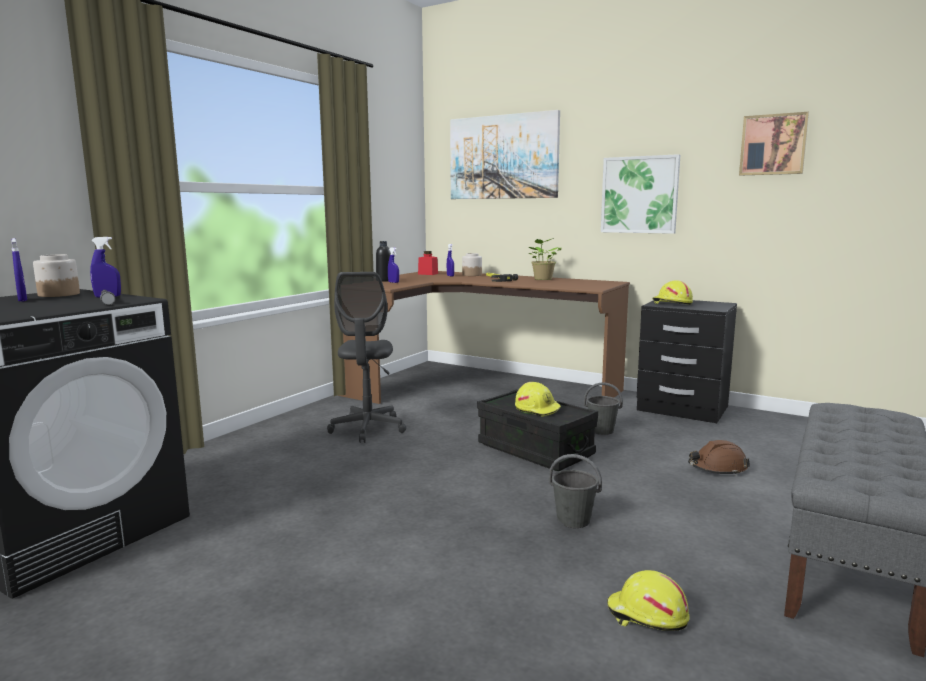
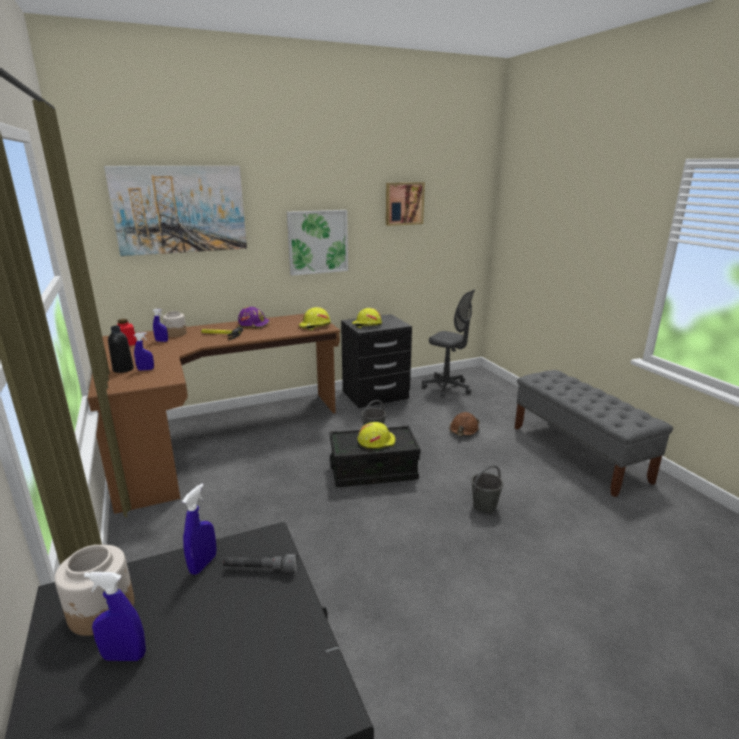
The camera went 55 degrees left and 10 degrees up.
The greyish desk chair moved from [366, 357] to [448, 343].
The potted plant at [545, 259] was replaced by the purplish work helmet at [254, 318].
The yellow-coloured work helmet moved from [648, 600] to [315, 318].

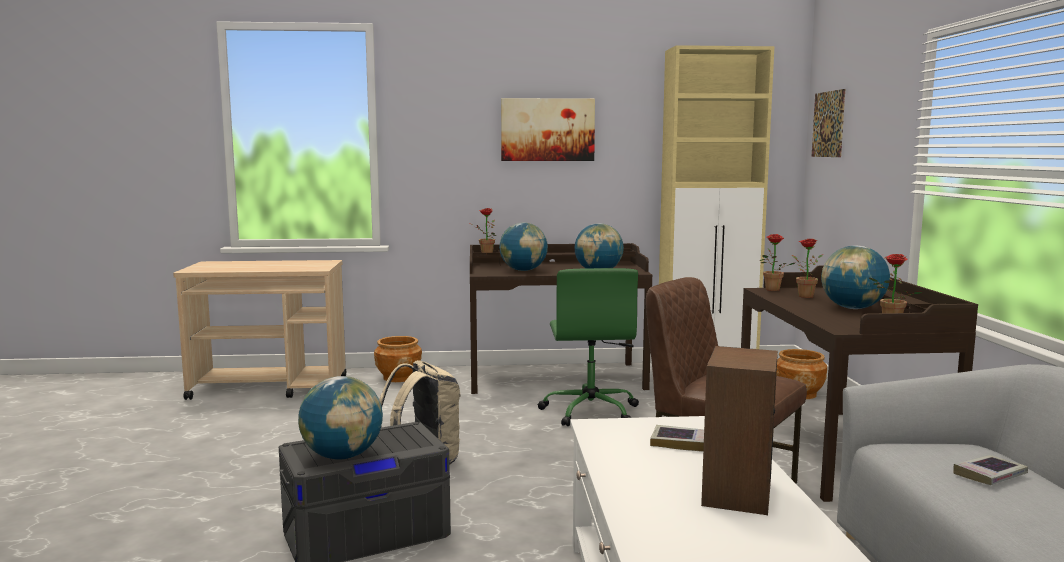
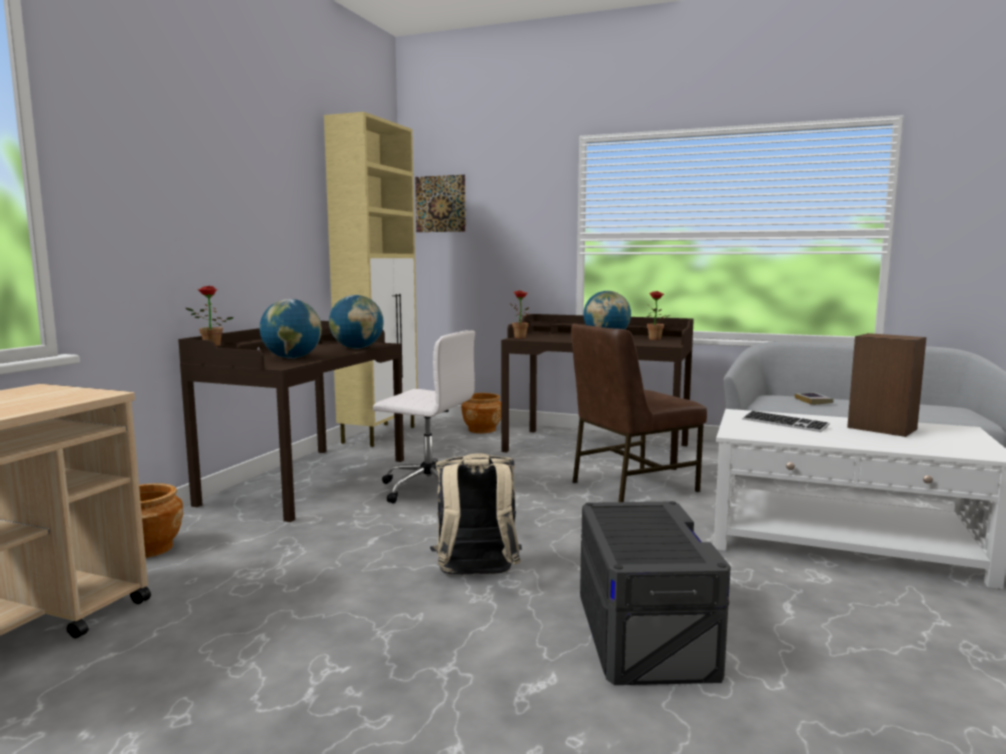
The camera went 65 degrees left and 0 degrees up.
The desk globe at [340, 418] disappeared.
The picture at [548, 129] disappeared.
The green desk chair at [588, 347] became the white-coloured desk chair at [424, 416].
The volume at [677, 438] was replaced by the computer keyboard at [786, 421].
The potted plant at [807, 268] disappeared.

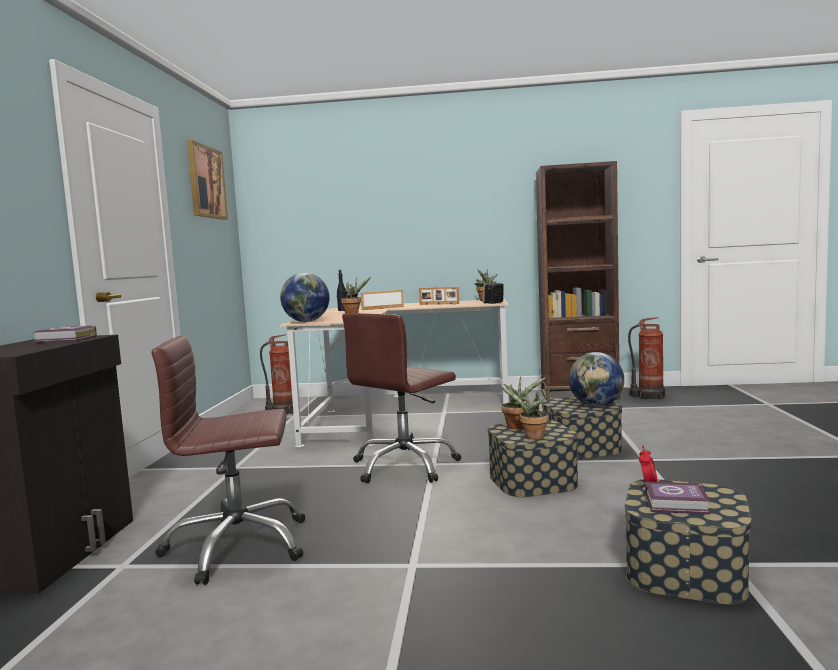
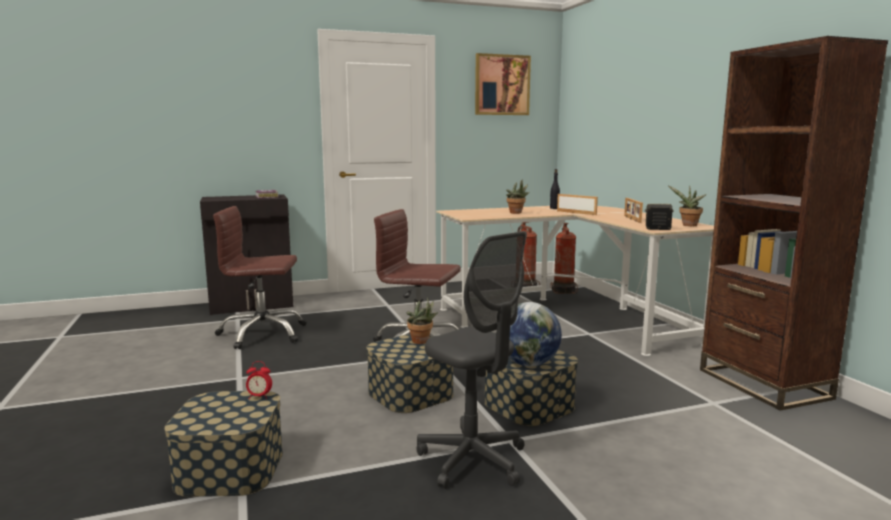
The camera went 65 degrees right and 5 degrees up.
The brown desk chair at [228, 460] turned 60 degrees counterclockwise.
The desk globe at [305, 297] disappeared.
The potted plant at [524, 413] disappeared.
The fire-fighting cylinder moved from [646, 358] to [564, 258].
The volume at [678, 498] disappeared.
The greyish desk chair at [471, 360] appeared.

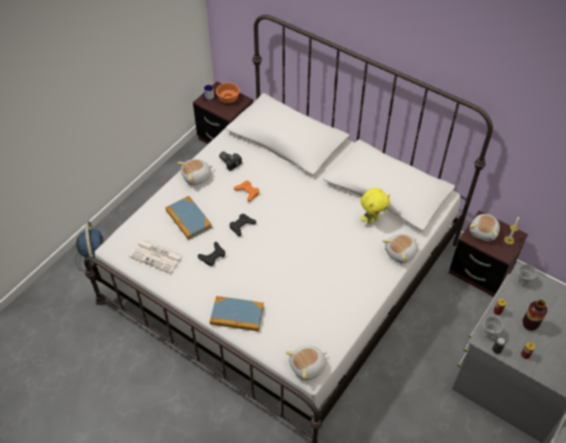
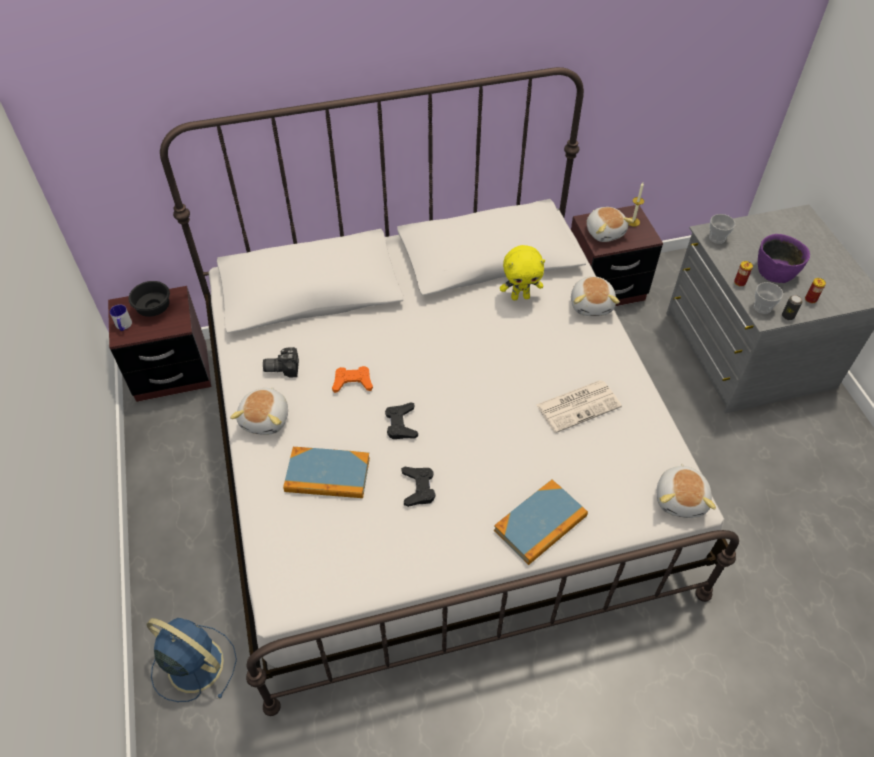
The camera went 50 degrees left and 0 degrees up.
The newspaper moved from [156, 257] to [579, 406].
The orangey bowl at [228, 93] became the black-coloured bowl at [149, 299].
The yellow-coloured plush toy at [375, 206] turned 75 degrees clockwise.
The decorative vase at [535, 315] was replaced by the purplish bowl at [784, 258].

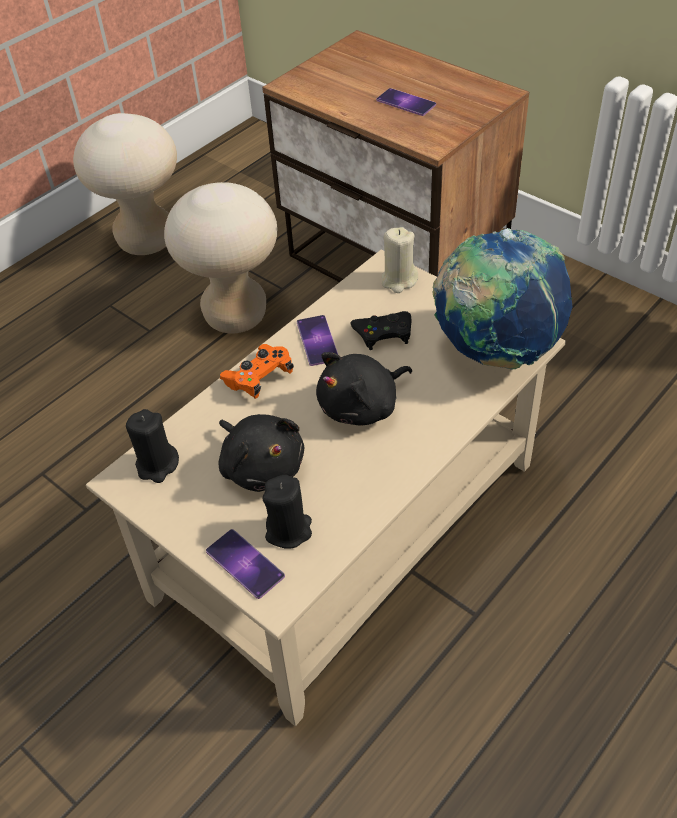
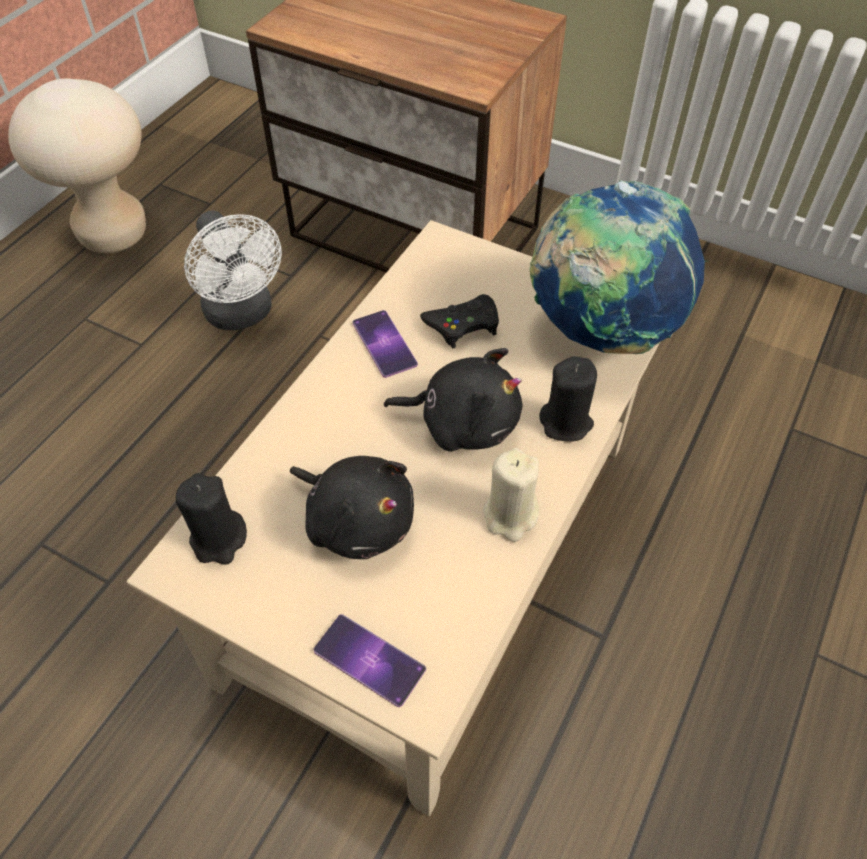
The camera went 15 degrees left and 5 degrees up.
The sand-coloured stool seat at [220, 258] was replaced by the white-coloured fan at [233, 270].
The orangey gamepad at [257, 371] disappeared.
The black-coloured wax candle moved from [287, 512] to [568, 399].
The black-coloured plush toy at [364, 388] turned 120 degrees counterclockwise.
The handset at [406, 102] disappeared.
The sand-coloured wax candle moved from [400, 260] to [511, 495].

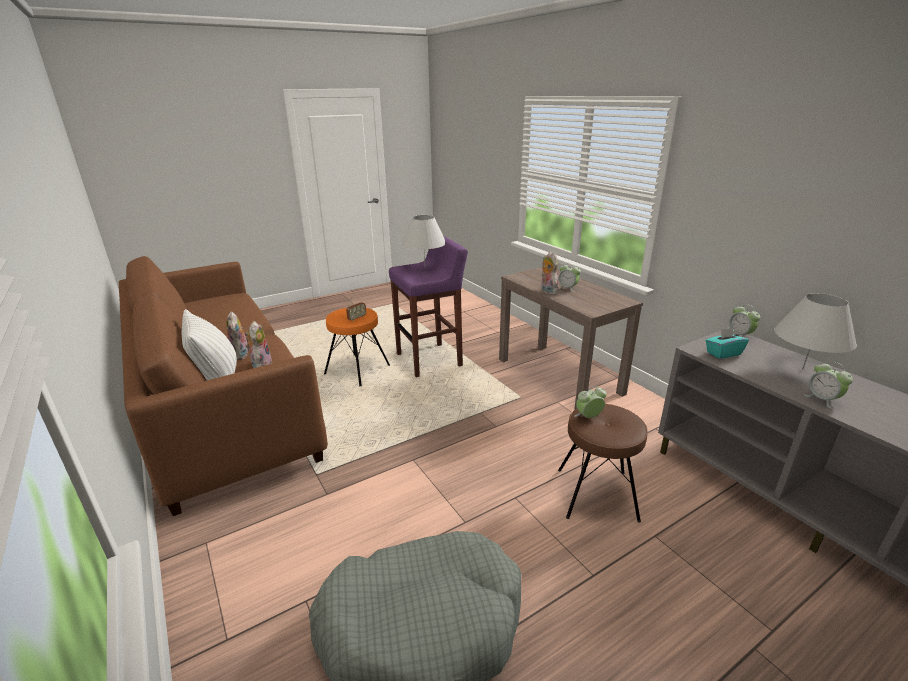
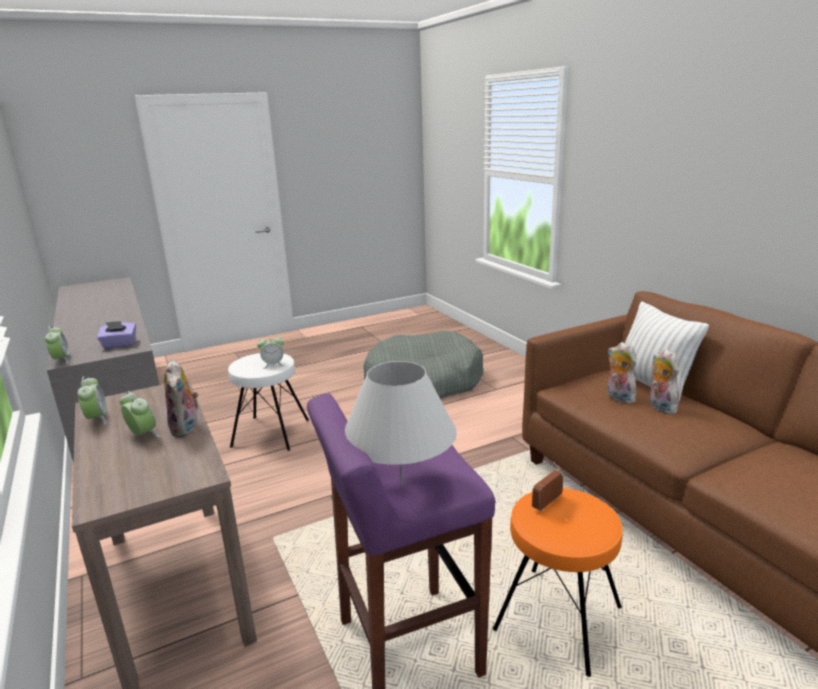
The camera went 175 degrees left and 5 degrees down.
The plush toy at [259, 344] turned 150 degrees clockwise.
The brown stool seat at [603, 463] became the white-coloured stool seat at [268, 402].
The turquoise box of tissues at [727, 343] became the purplish box of tissues at [116, 335].
The white-coloured table lamp at [815, 331] disappeared.
The table clock moved from [828, 385] to [93, 400].

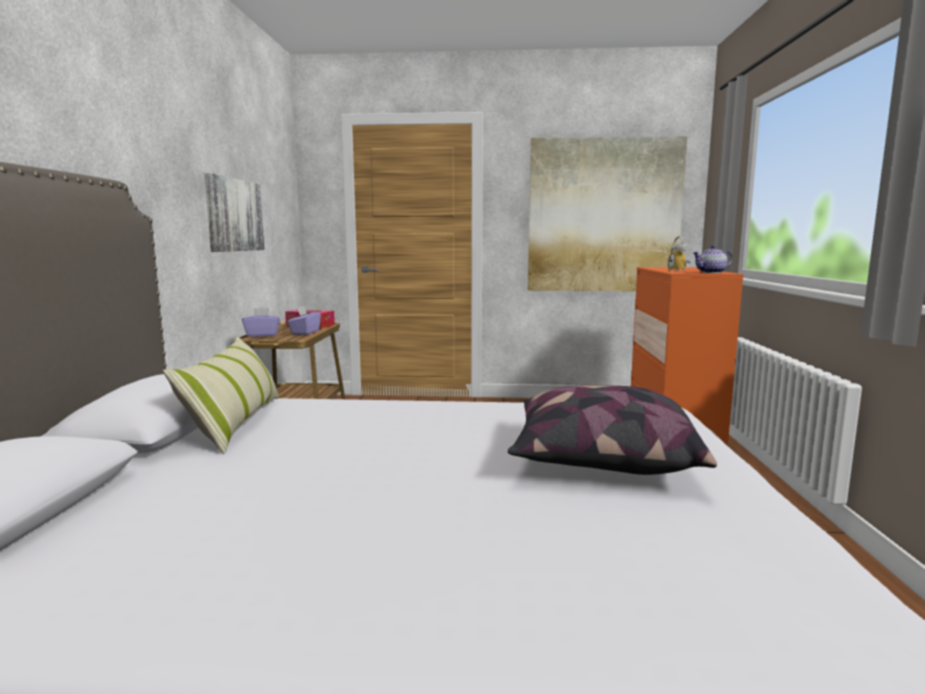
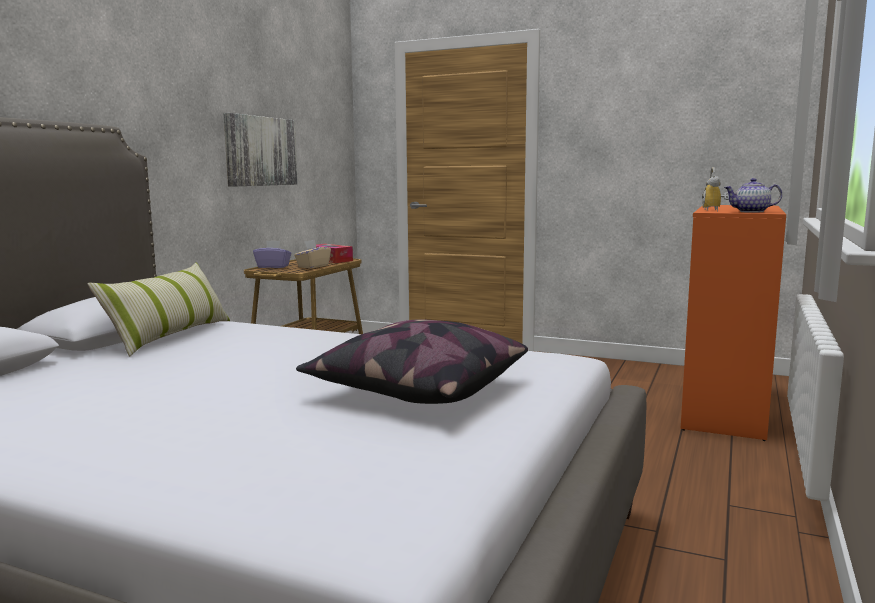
The camera went 20 degrees right and 0 degrees up.
The purplish box of tissues at [304, 320] became the sand-coloured box of tissues at [312, 254].
The picture at [607, 213] disappeared.

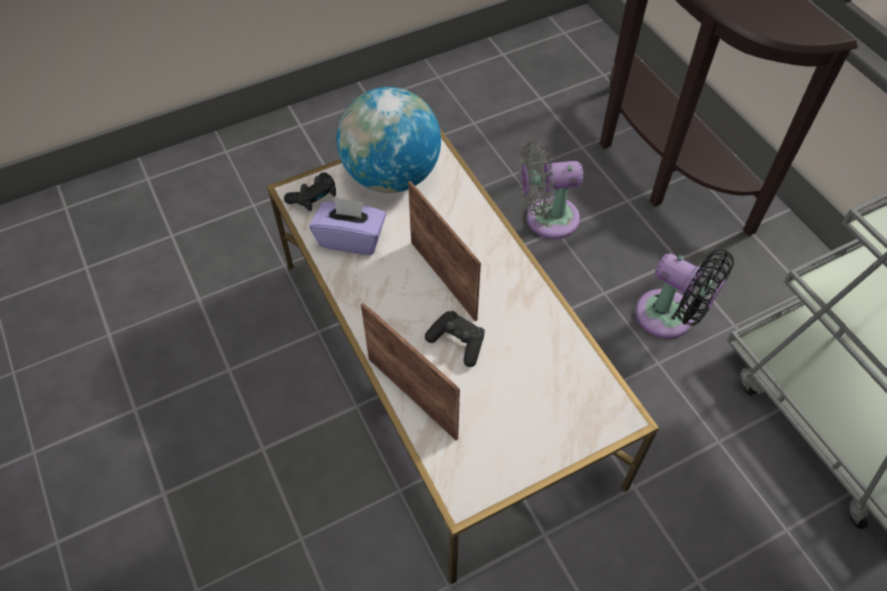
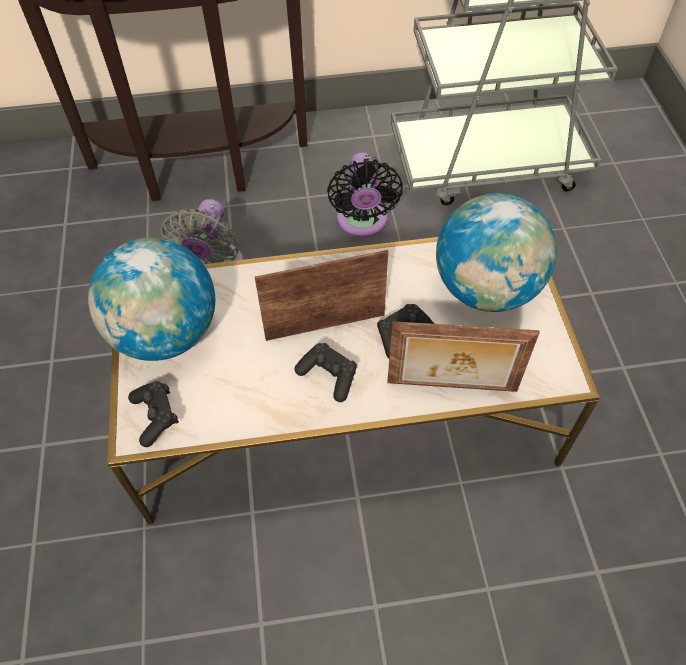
The camera went 70 degrees left and 0 degrees up.
The purplish box of tissues at [348, 226] disappeared.
The picture frame at [410, 372] turned 150 degrees counterclockwise.
The black-coloured fan at [685, 294] turned 120 degrees clockwise.
The black-coloured gamepad at [326, 372] appeared.
The desk globe at [496, 252] appeared.

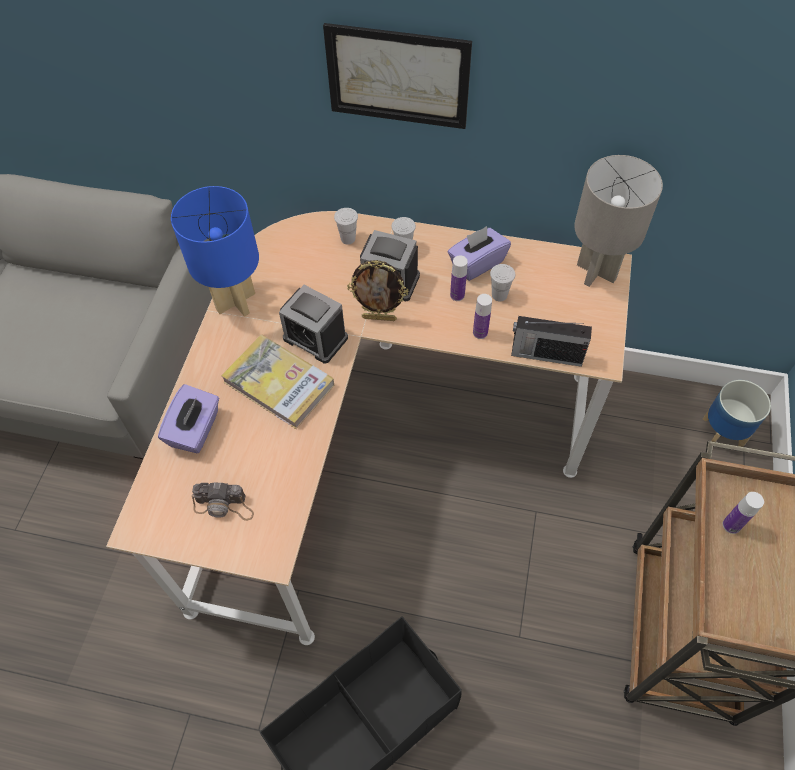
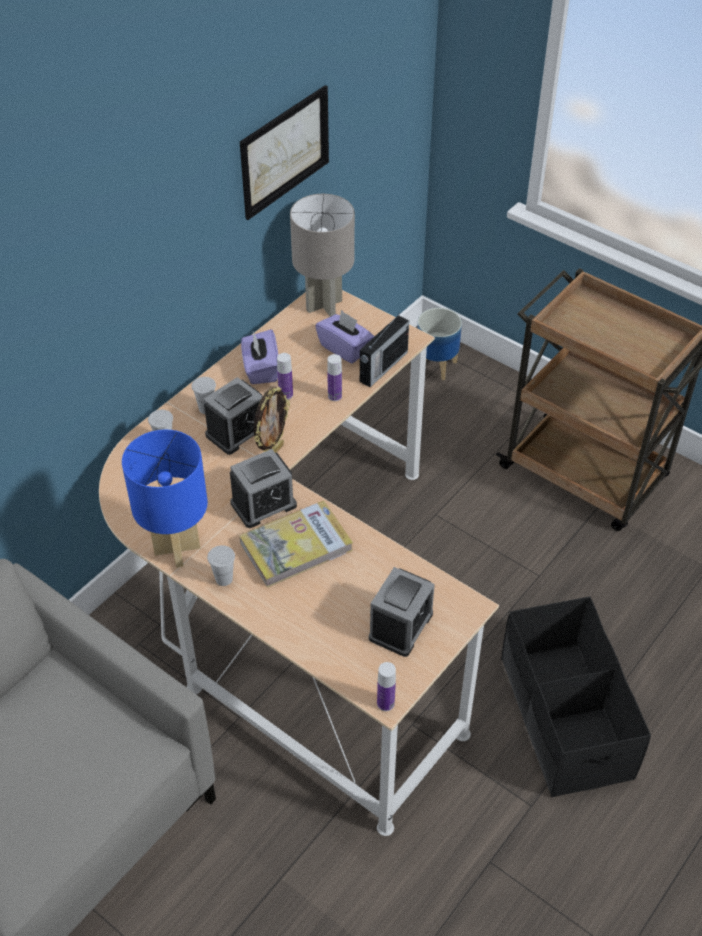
The camera went 65 degrees left and 10 degrees down.
The purplish box of tissues moved from [188, 418] to [345, 337].
The photo camera at [223, 501] was replaced by the table clock at [402, 612].
The picture moved from [397, 76] to [284, 152].
The white-coloured cup moved from [502, 282] to [221, 565].
The drink bottle moved from [743, 513] to [386, 686].

